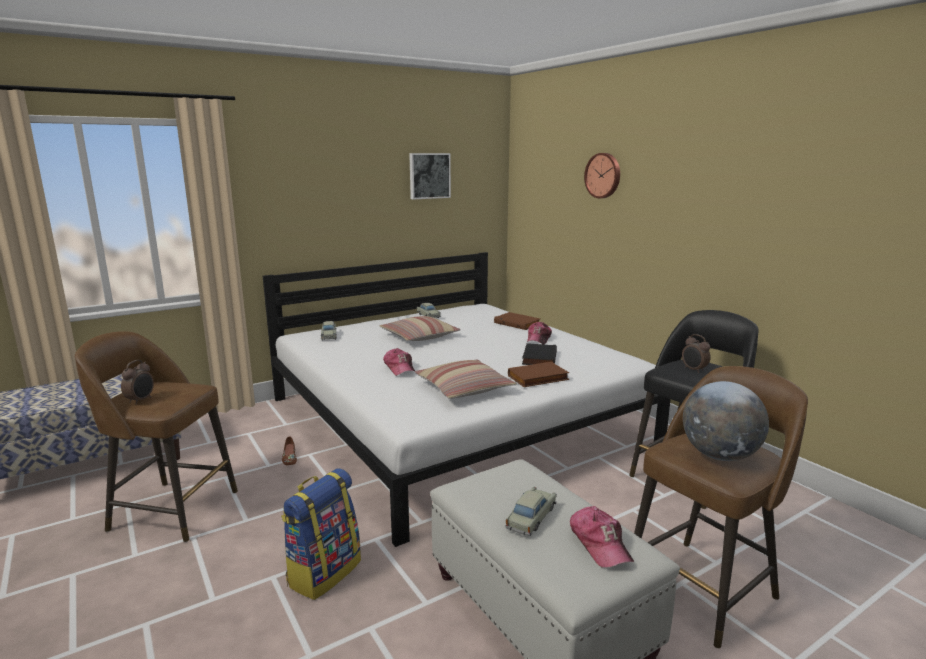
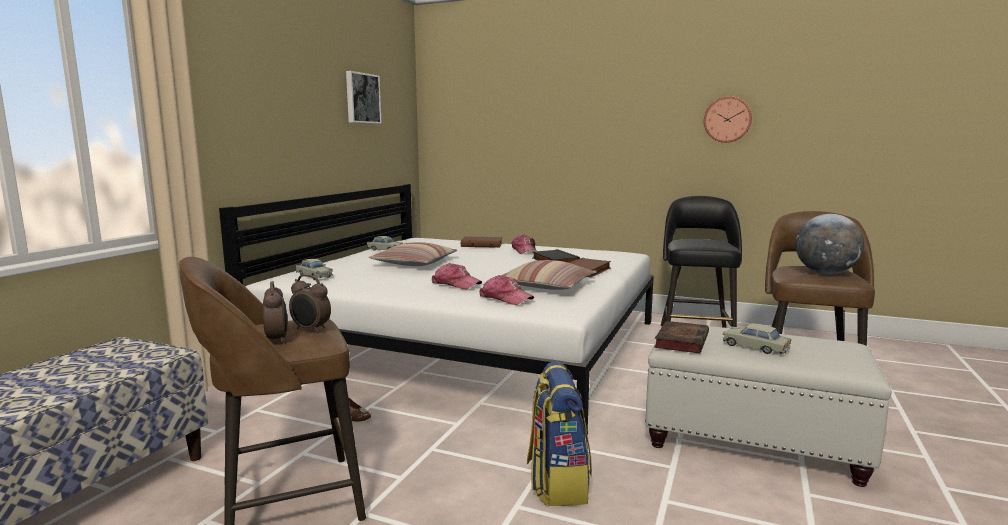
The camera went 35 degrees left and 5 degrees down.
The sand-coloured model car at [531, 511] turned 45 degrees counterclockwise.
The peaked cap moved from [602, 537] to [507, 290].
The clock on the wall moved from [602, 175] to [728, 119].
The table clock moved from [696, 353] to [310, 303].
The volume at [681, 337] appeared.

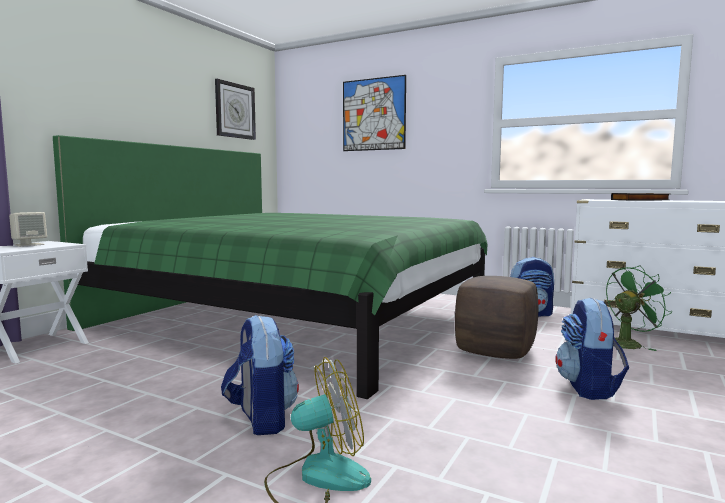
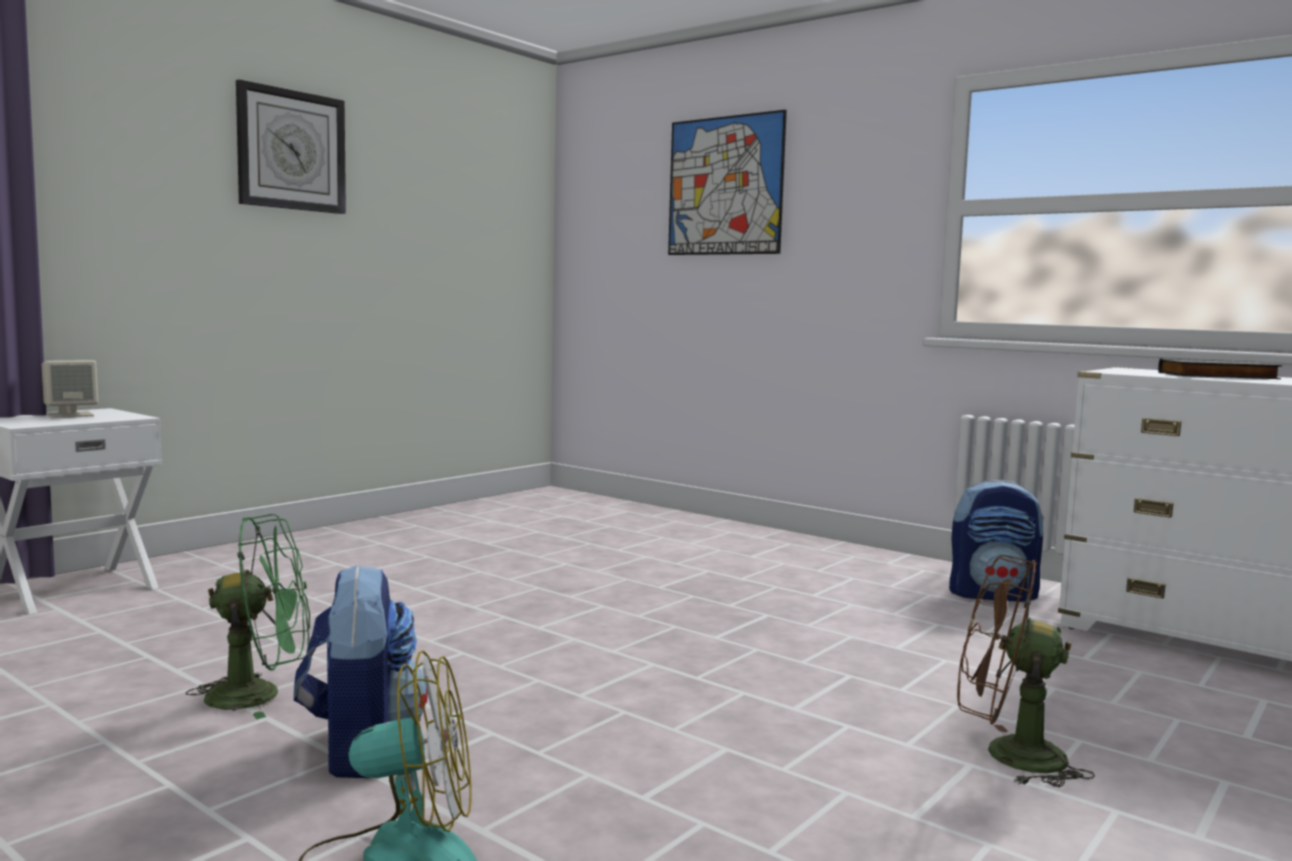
The camera went 10 degrees right and 0 degrees up.
The green sleeping bed at [270, 267] disappeared.
The clock on the wall moved from [235, 109] to [291, 146].
The brown pouffe at [496, 317] disappeared.
The backpack at [592, 349] was replaced by the brown fan at [1026, 671].
The green fan moved from [639, 308] to [248, 616].

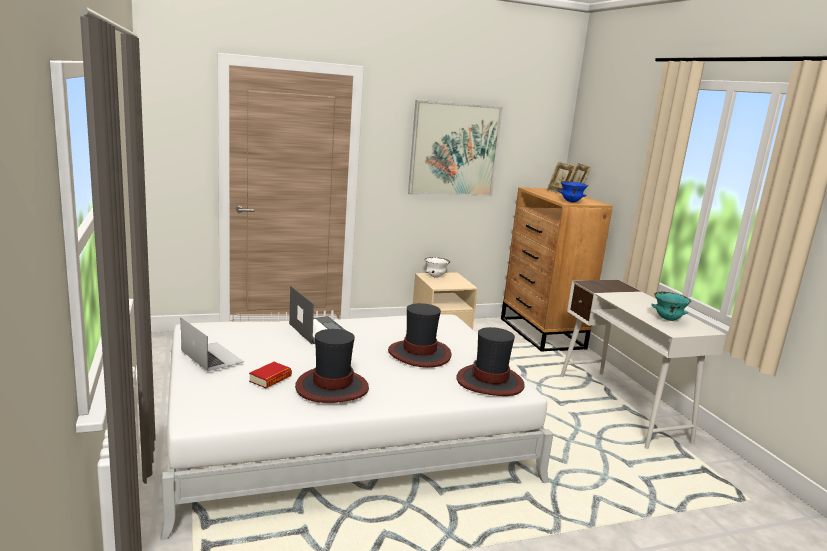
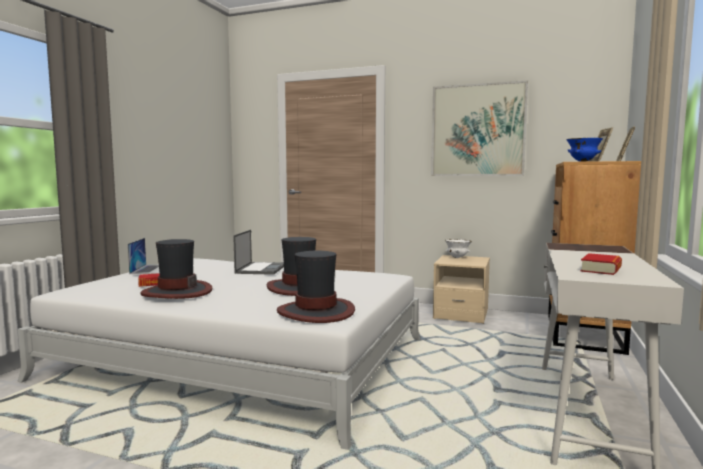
The camera went 40 degrees right and 10 degrees down.
The turquoise bowl at [671, 306] was replaced by the volume at [601, 264].

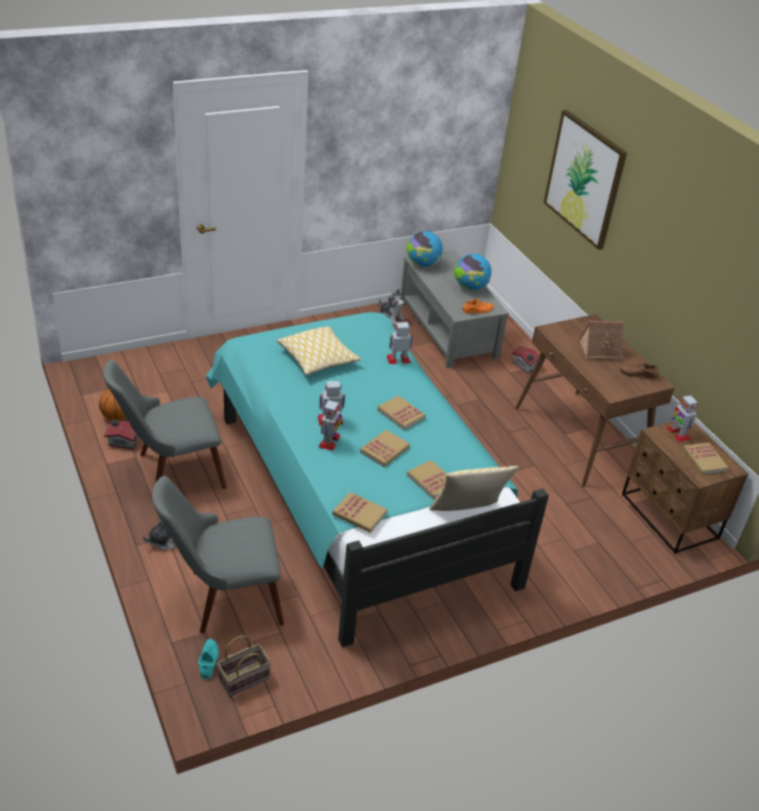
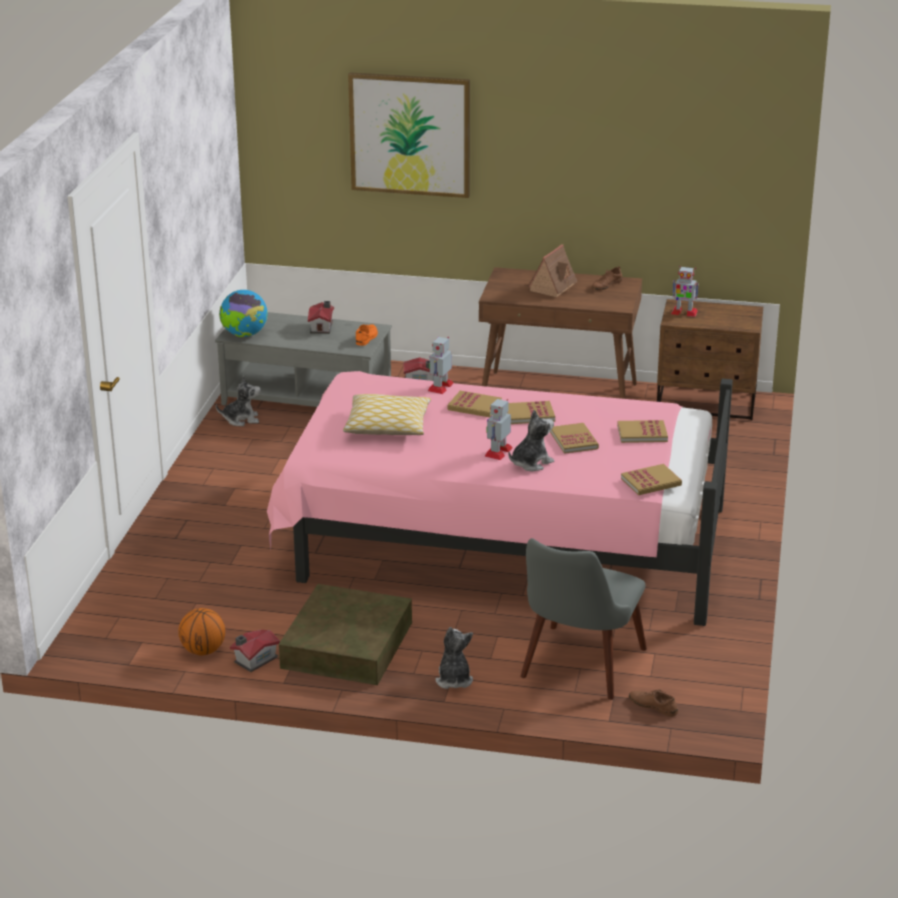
The camera went 50 degrees left and 10 degrees down.
The greyish plain chair at [165, 424] was replaced by the brown storage bin at [345, 634].
The turquoise item of footwear at [208, 659] became the brown item of footwear at [653, 703].
The turquoise sleeping bed at [377, 479] became the pink-coloured sleeping bed at [500, 498].
The basket at [244, 666] disappeared.
The toy robot at [330, 424] was replaced by the plush toy at [531, 440].
The cushion at [474, 488] disappeared.
The desk globe at [472, 272] was replaced by the model house at [321, 317].
The volume moved from [705, 458] to [474, 404].

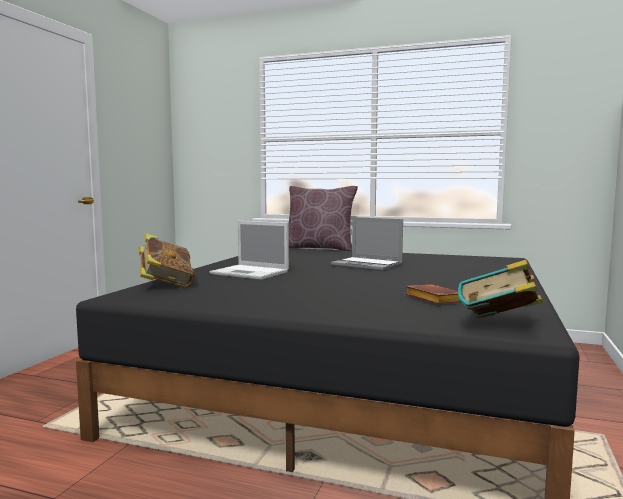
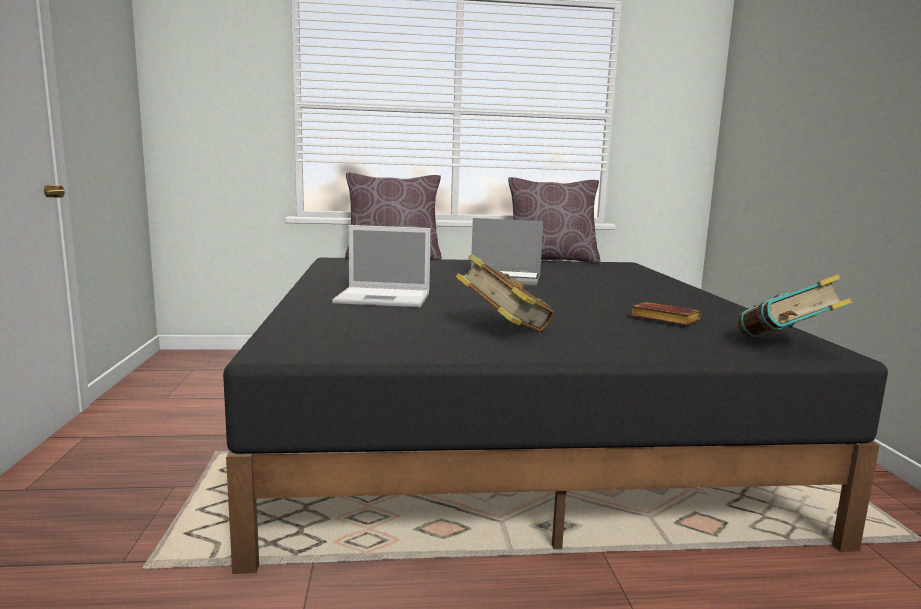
The camera went 25 degrees left and 5 degrees up.
The volume moved from [166, 260] to [504, 293].
The brown cushion at [554, 220] appeared.

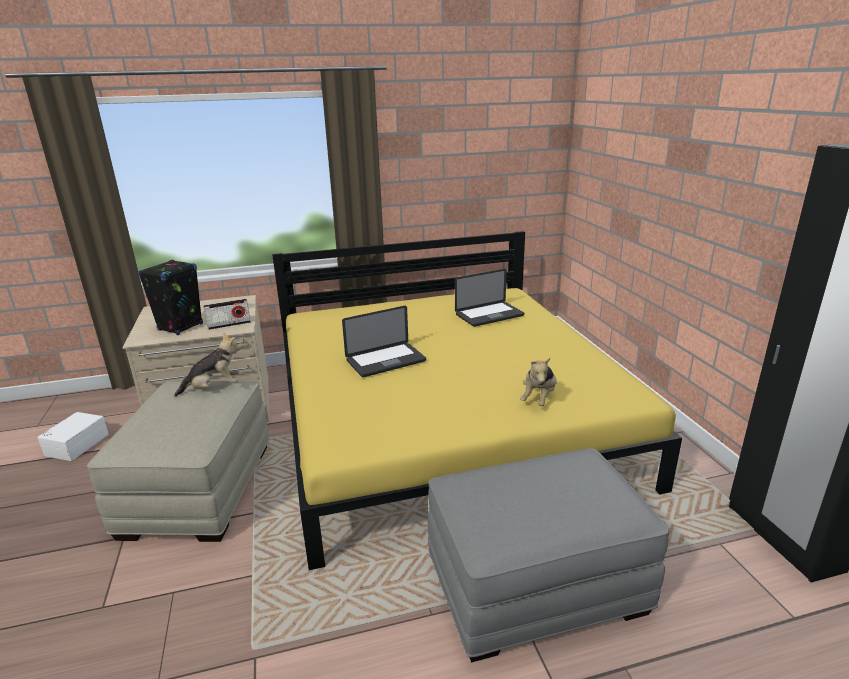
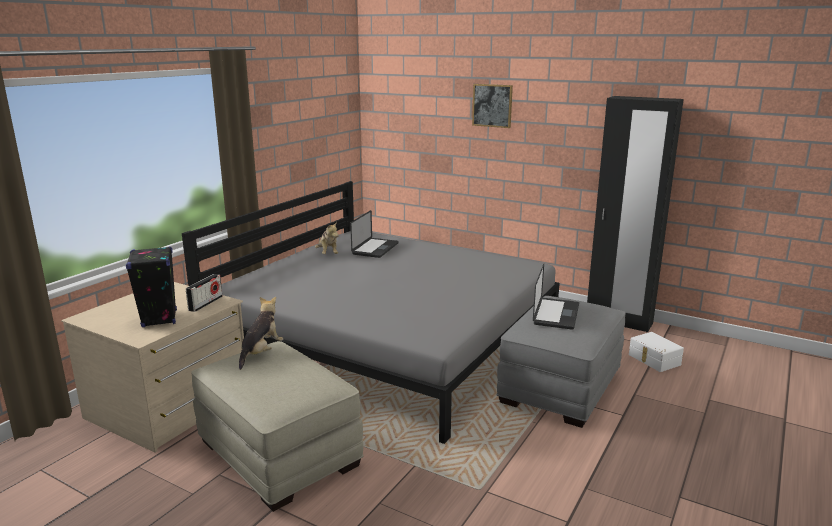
The camera went 45 degrees left and 5 degrees down.
The white-coloured storage bin moved from [73, 436] to [656, 352].
The yellow-coloured sleeping bed at [477, 400] became the greyish sleeping bed at [371, 312].
The portable computer moved from [384, 341] to [556, 297].
The plush toy moved from [538, 382] to [327, 238].
The picture at [492, 106] appeared.

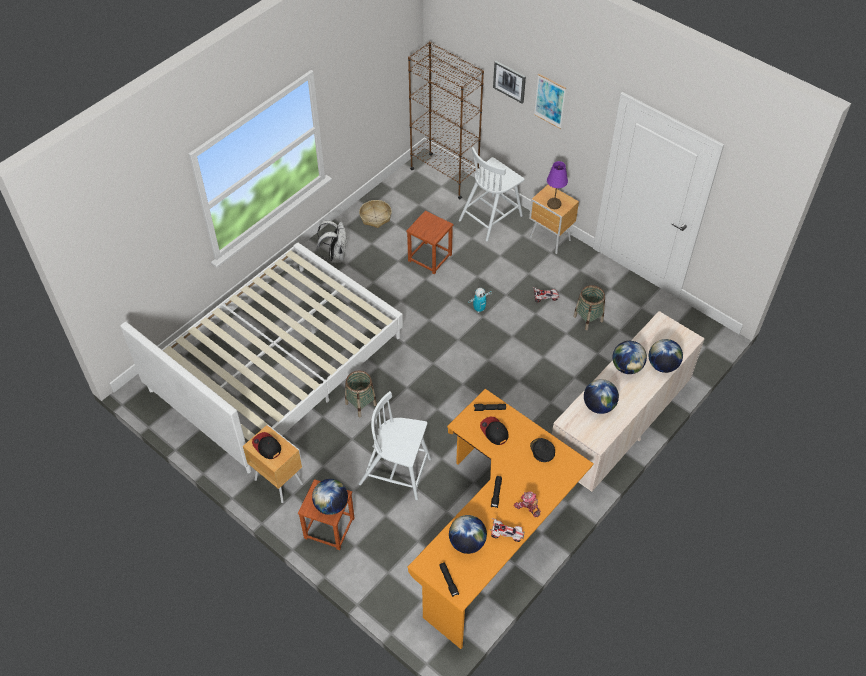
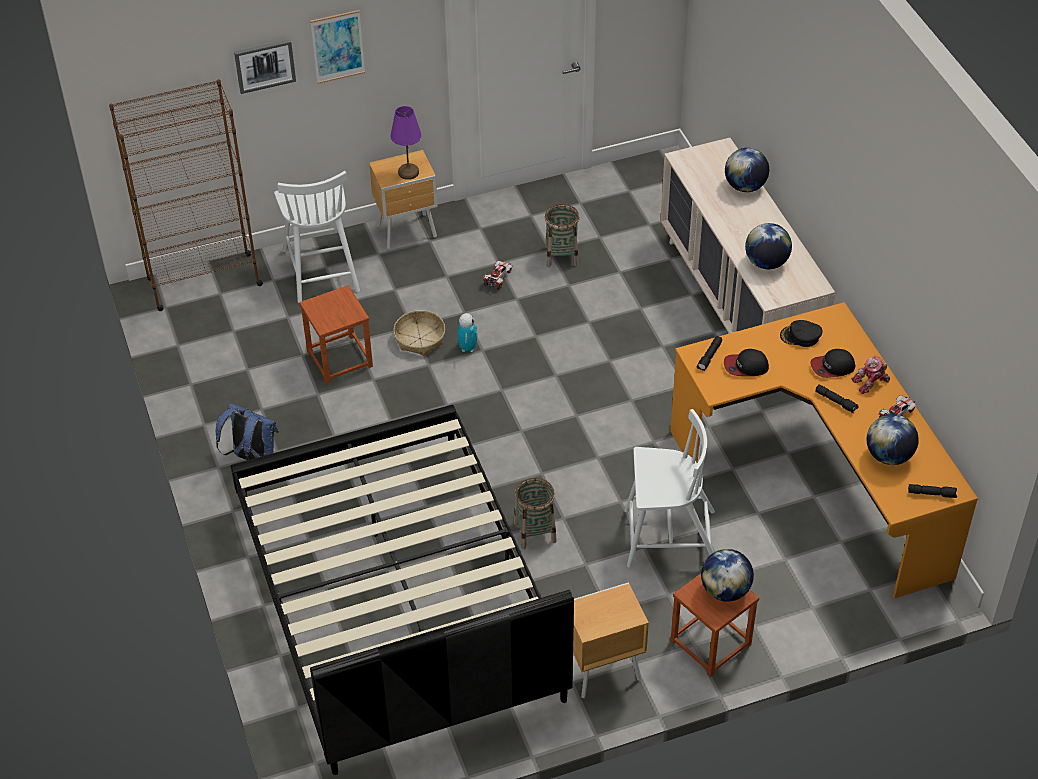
The camera went 60 degrees left and 5 degrees down.
The white-coloured sleeping bed at [262, 358] became the black-coloured sleeping bed at [402, 590].
The peaked cap moved from [266, 445] to [832, 363].
The white-coloured backpack at [332, 241] became the blue-coloured backpack at [247, 431].
The white-coloured plain chair at [394, 445] turned 135 degrees counterclockwise.
The basket moved from [375, 214] to [419, 333].
The desk globe at [629, 357] disappeared.

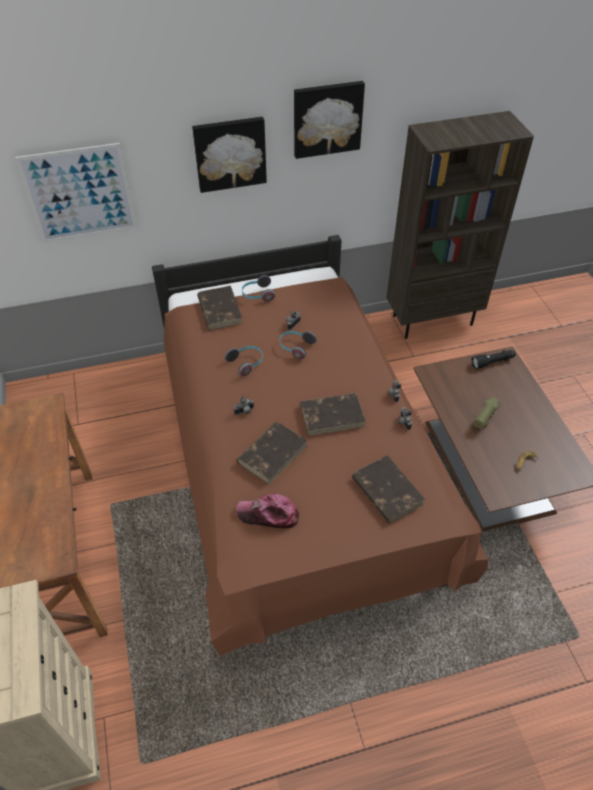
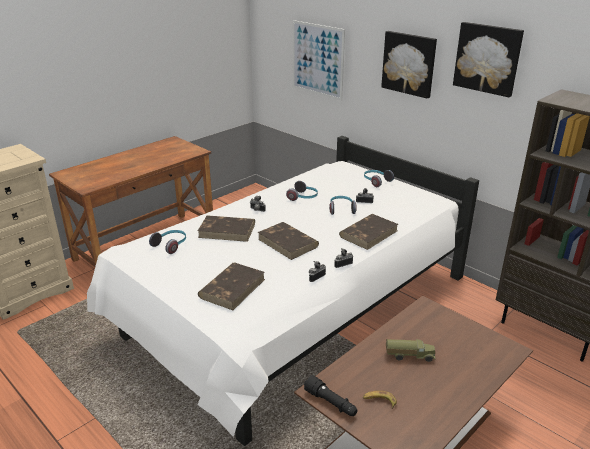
The camera went 60 degrees right and 20 degrees down.
The brown sleeping bed at [320, 445] became the white-coloured sleeping bed at [283, 291].
The brown volume moved from [220, 308] to [368, 232].
The peaked cap at [267, 511] was replaced by the headphones at [167, 242].
The black-coloured flashlight moved from [493, 359] to [330, 395].

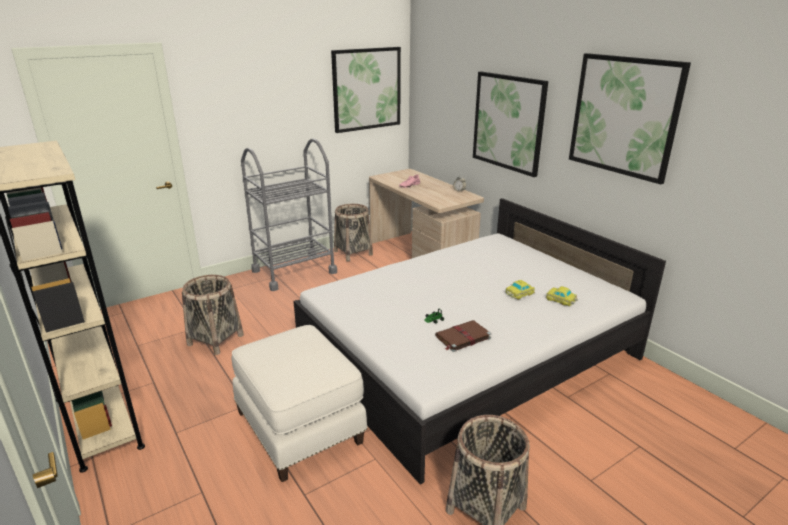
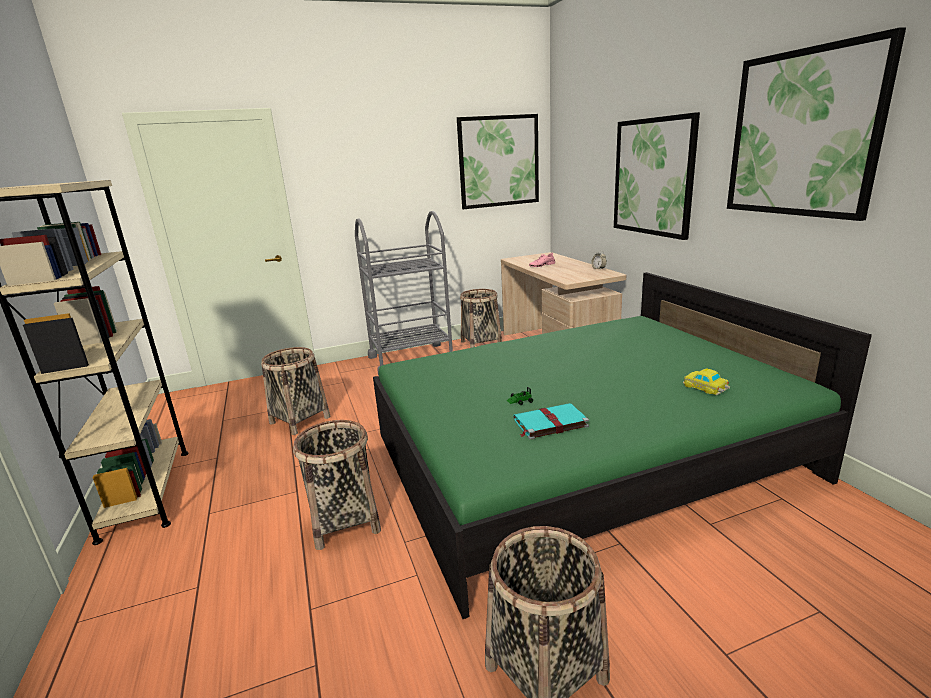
The camera went 15 degrees right and 5 degrees down.
The white-coloured pouffe at [299, 403] was replaced by the basket at [337, 485].
The white-coloured sleeping bed at [479, 341] became the green sleeping bed at [622, 445].
The brown volume at [463, 336] became the turquoise volume at [551, 421].
The model car at [520, 290] disappeared.

